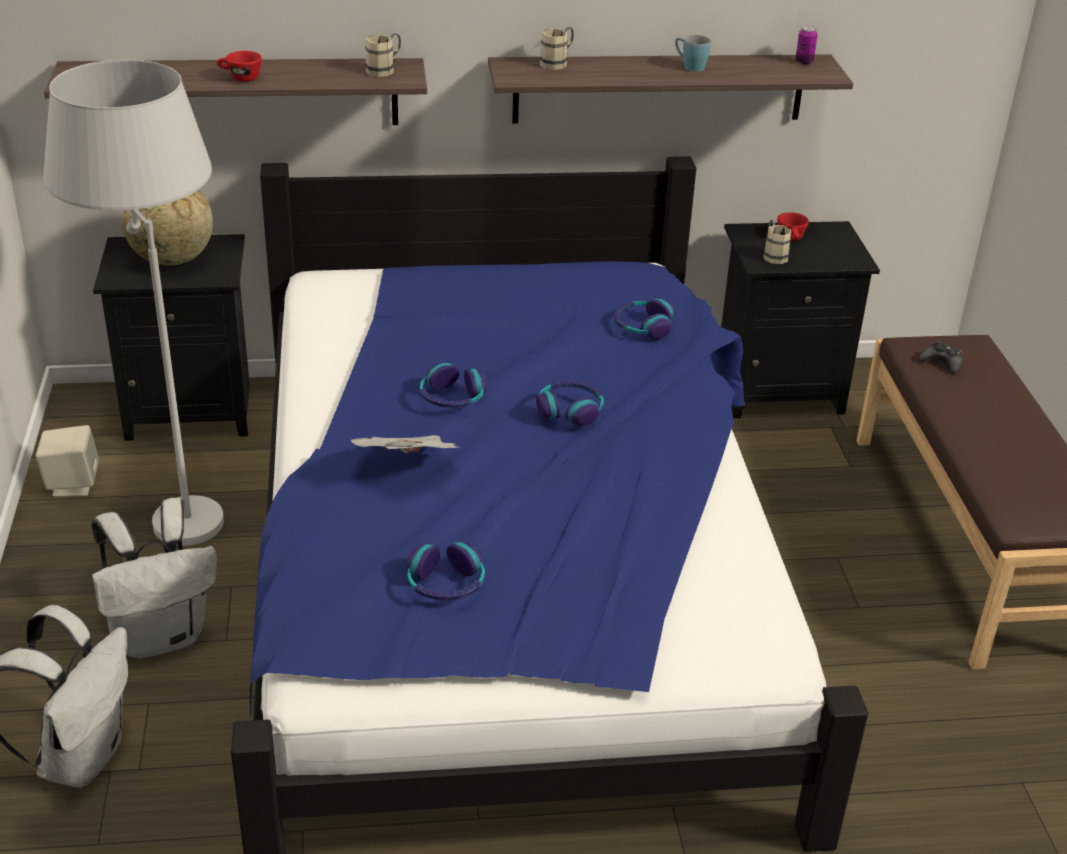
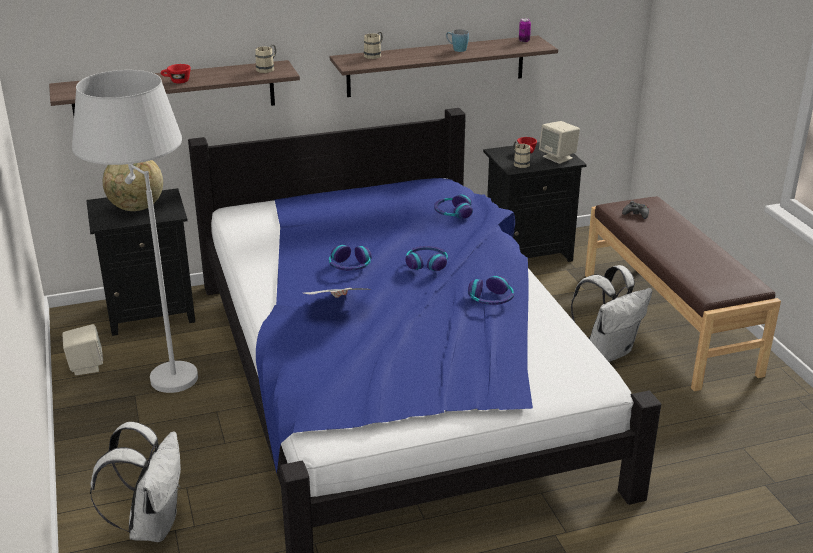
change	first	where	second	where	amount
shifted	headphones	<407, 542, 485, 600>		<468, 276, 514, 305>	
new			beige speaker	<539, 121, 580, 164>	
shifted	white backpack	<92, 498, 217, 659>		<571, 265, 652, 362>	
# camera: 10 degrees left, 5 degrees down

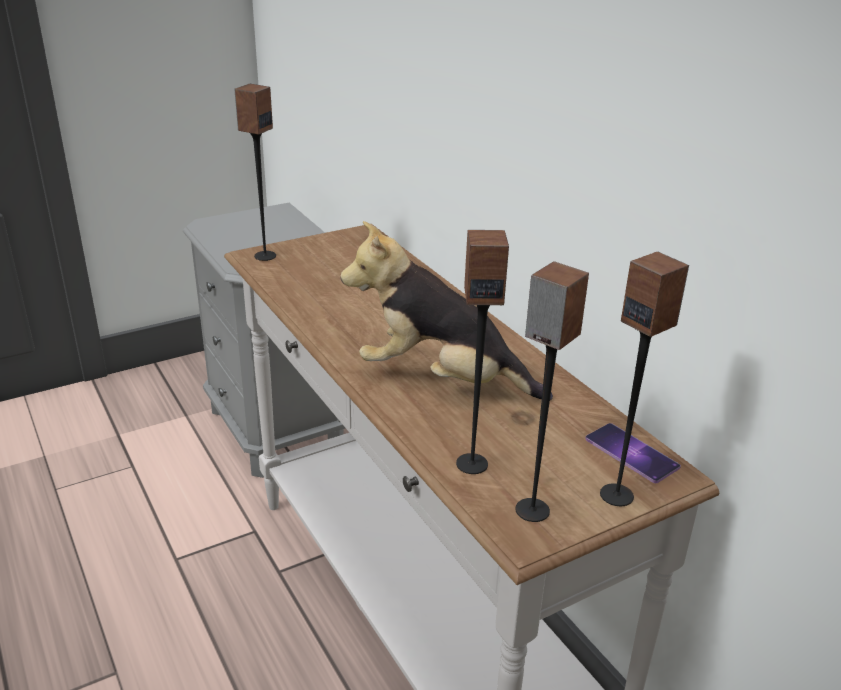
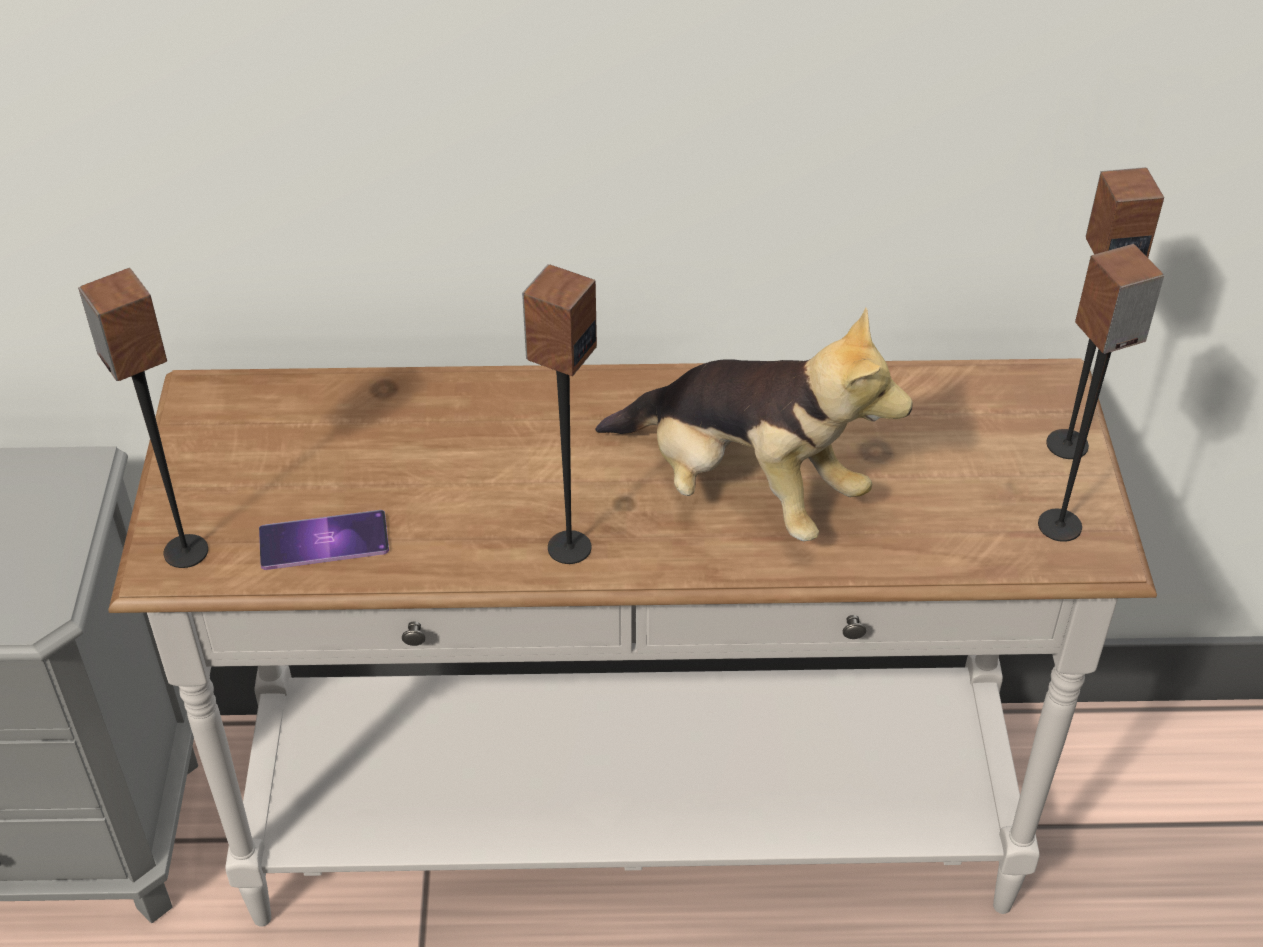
change	first	where	second	where	amount
shifted	phone	<585, 423, 681, 483>		<259, 510, 389, 570>	
shifted	speaker	<456, 230, 509, 474>		<522, 264, 597, 564>	
rotated	plush toy	<340, 221, 553, 400>		<595, 307, 913, 541>	105 degrees counterclockwise
# camera: 60 degrees left, 15 degrees up

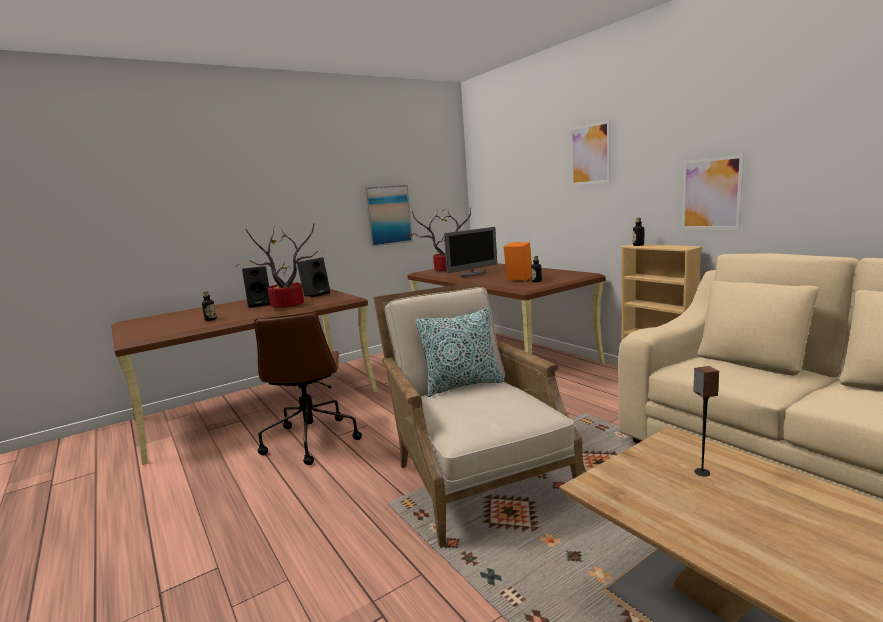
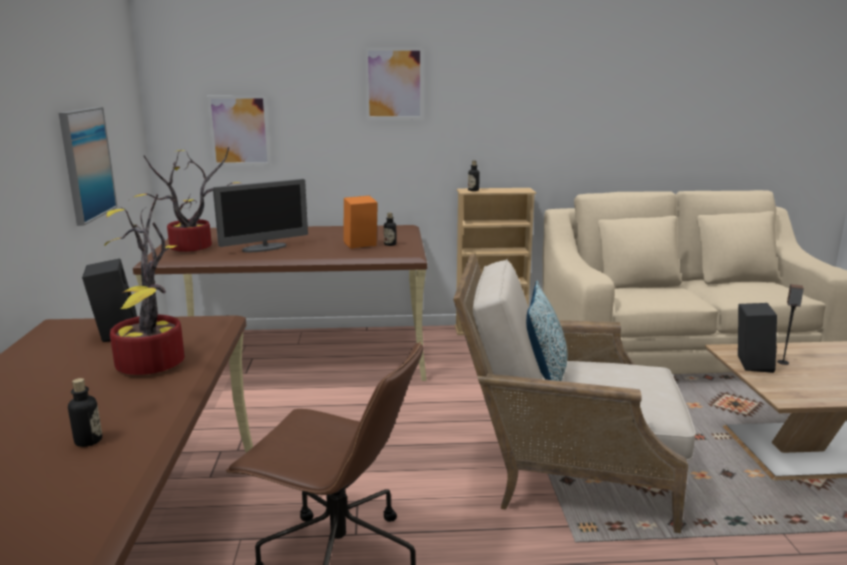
change	first	where	second	where	amount
shifted	picture	<681, 154, 744, 230>		<207, 95, 271, 166>	
rotated	monitor	<444, 227, 497, 277>		<213, 179, 308, 252>	60 degrees clockwise
shifted	black speaker	<242, 266, 270, 308>		<738, 303, 777, 373>	
# camera: 60 degrees left, 5 degrees up

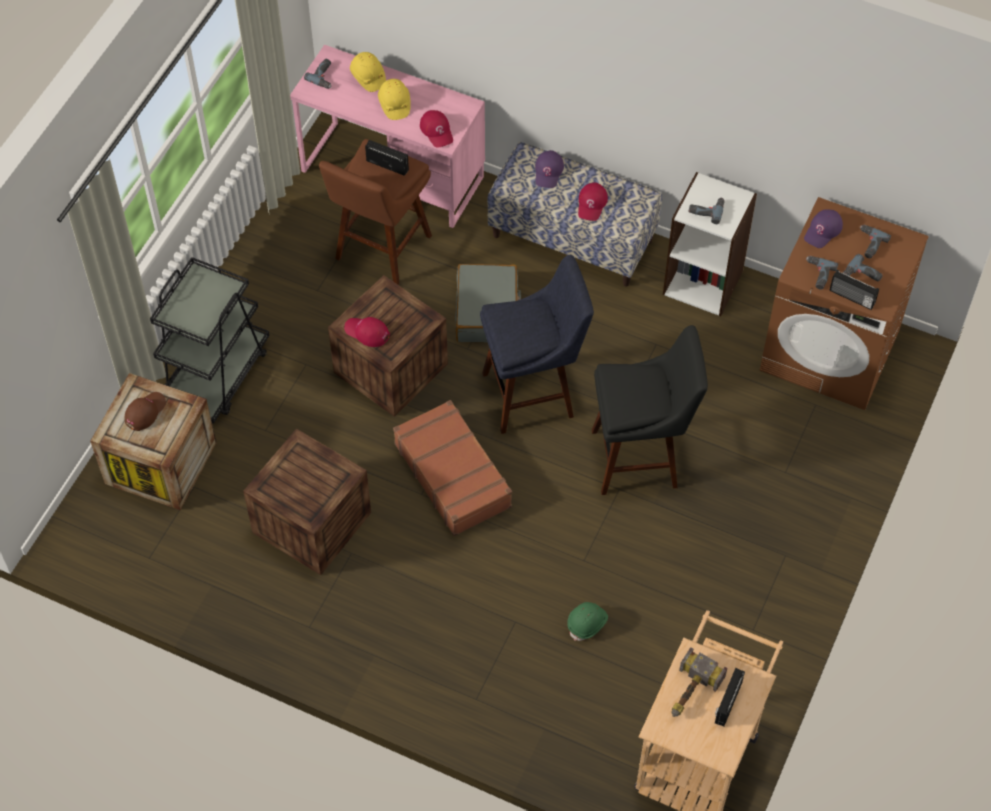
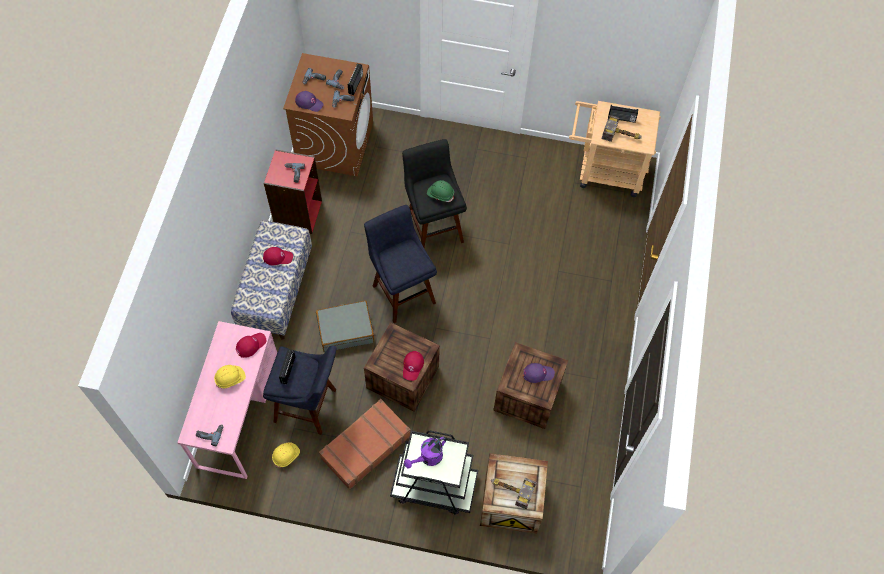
change	first	where	second	where	amount
repainted	brown stool	<319, 139, 432, 284>	blue stool	<263, 346, 336, 435>	
repainted	white bookcase	<663, 172, 757, 316>	red bookcase	<264, 149, 322, 234>	
shifted	yellow hard hat	<350, 52, 386, 92>		<272, 442, 300, 468>	
shifted	brown suitcase	<393, 400, 512, 536>		<319, 399, 410, 490>	
new			purple watering can	<404, 437, 446, 469>	
shifted	green hard hat	<567, 602, 608, 641>		<427, 180, 454, 202>	
swapped	brown cap	<125, 392, 166, 431>	hammer	<491, 478, 536, 510>	
shifted	purple cap	<535, 150, 564, 188>		<523, 363, 555, 383>	
# camera: 105 degrees left, 5 degrees up

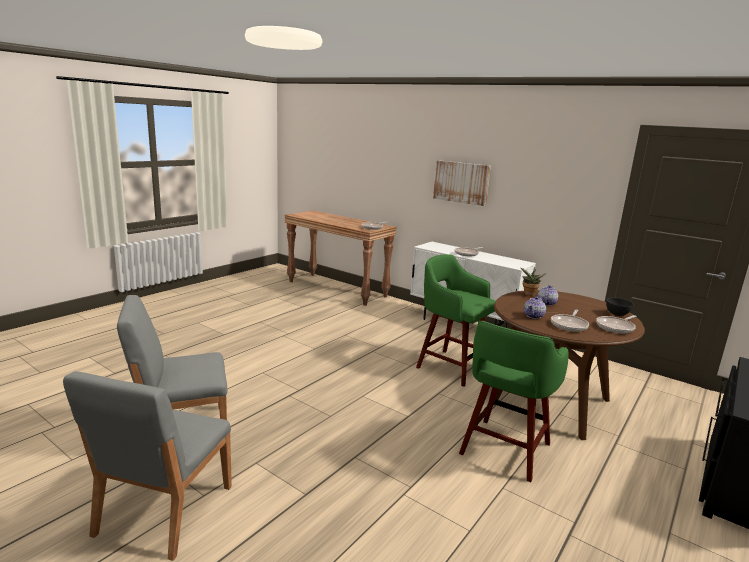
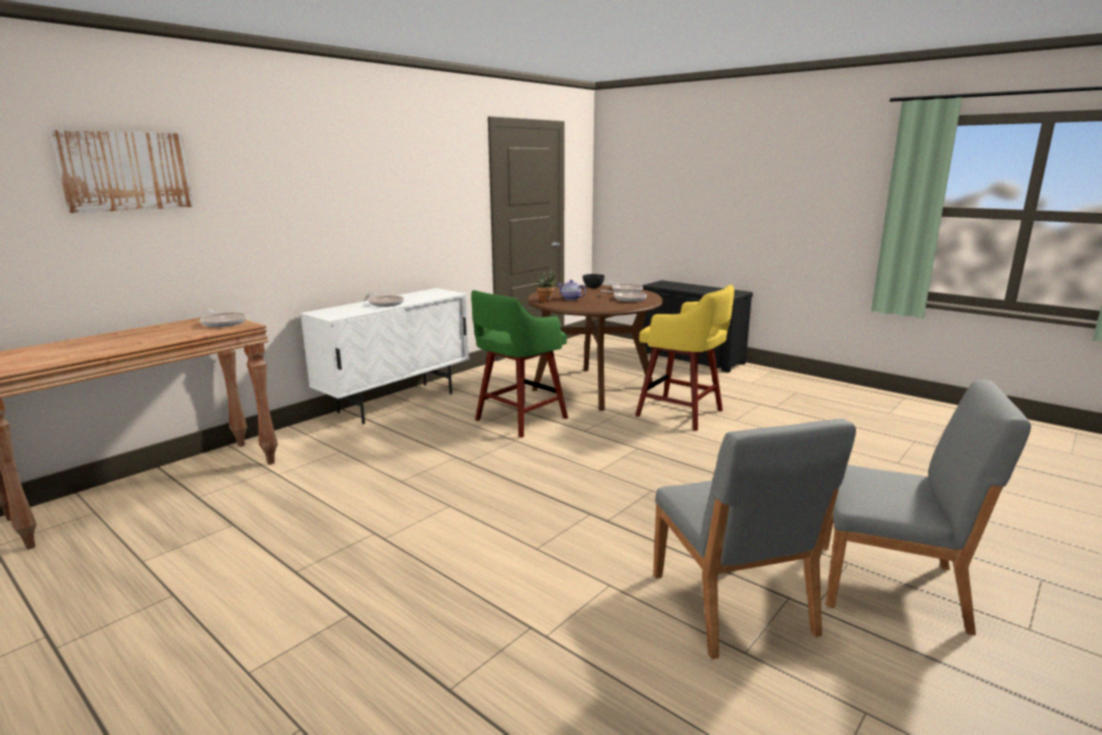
change	first	where	second	where	amount
shifted	picture	<433, 160, 491, 206>		<50, 130, 194, 213>	
repainted	green stool	<459, 321, 569, 482>	yellow stool	<635, 285, 734, 431>	
gone	teapot	<524, 296, 546, 319>			
# camera: 85 degrees left, 0 degrees up

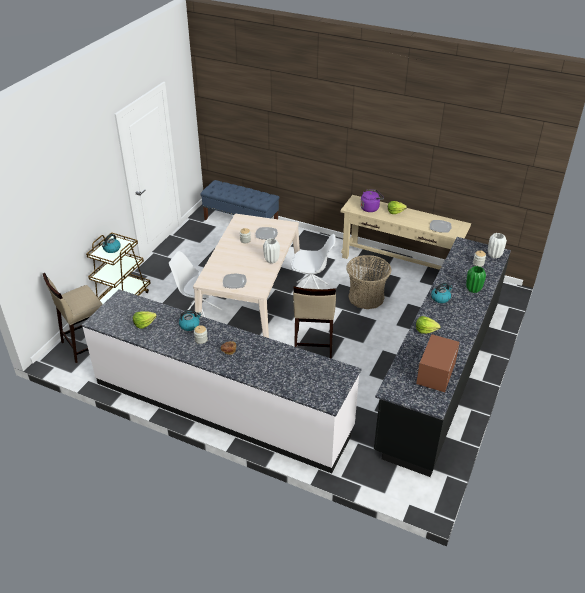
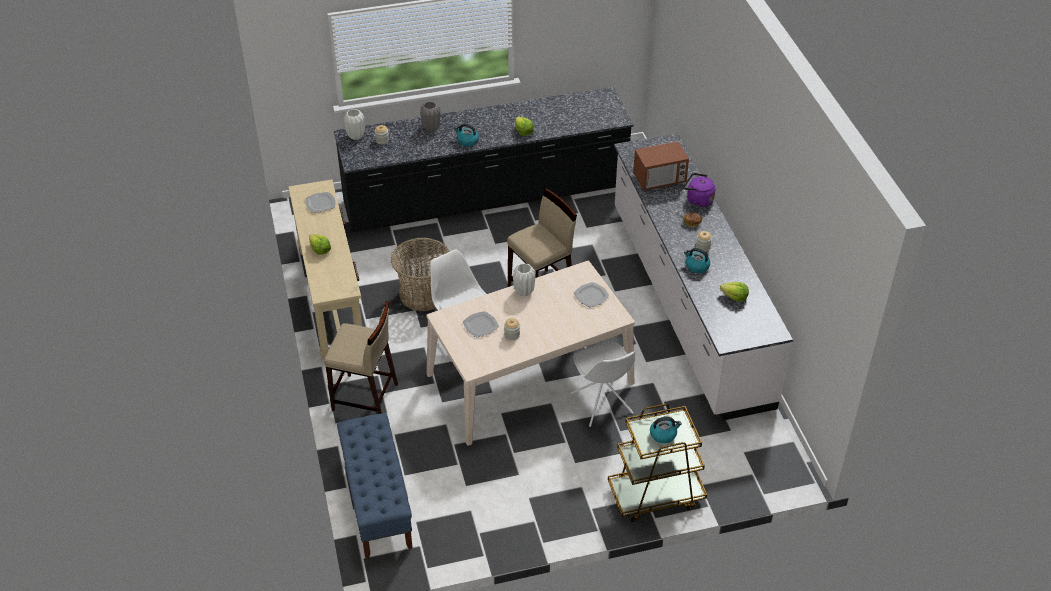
change	first	where	second	where	amount
shifted	beige stool	<43, 273, 103, 363>		<324, 301, 398, 414>	
repainted	green vase	<466, 266, 486, 293>	grey vase	<420, 101, 440, 132>	
shifted	microwave	<416, 334, 460, 392>		<633, 141, 689, 191>	
shifted	purple kettle	<360, 189, 384, 212>		<684, 173, 715, 207>	
# camera: 130 degrees left, 5 degrees up

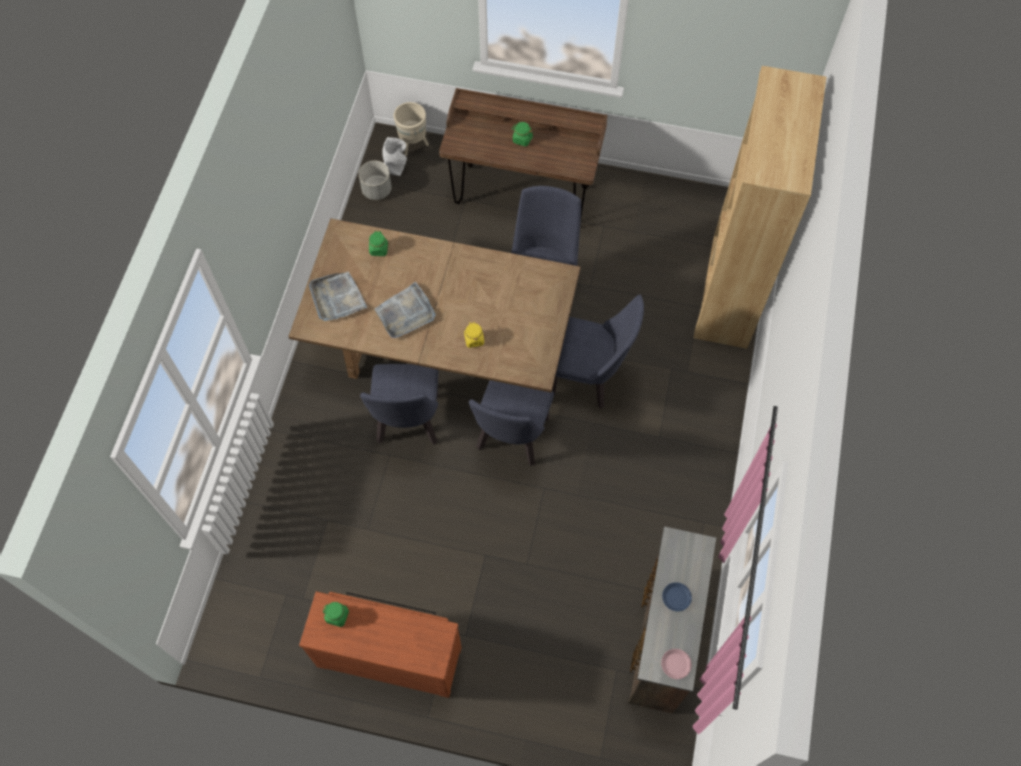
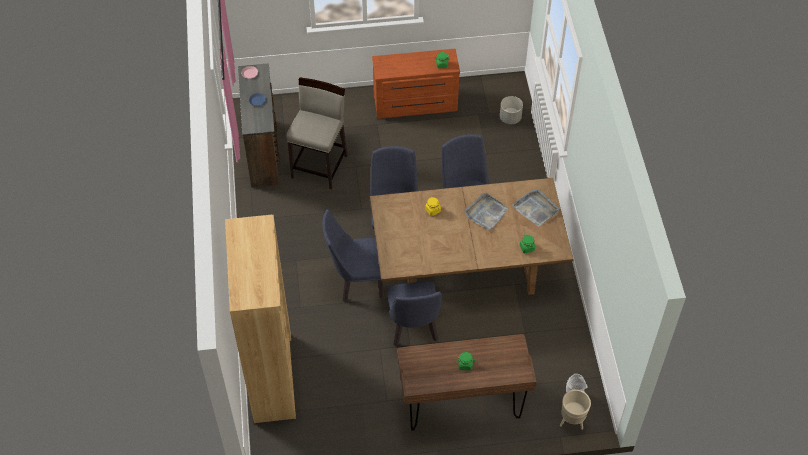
change	first	where	second	where	amount
new			beige stool	<286, 78, 348, 189>	
shifted	grey planter	<359, 161, 392, 200>		<500, 96, 523, 124>	
# camera: 160 degrees right, 10 degrees down

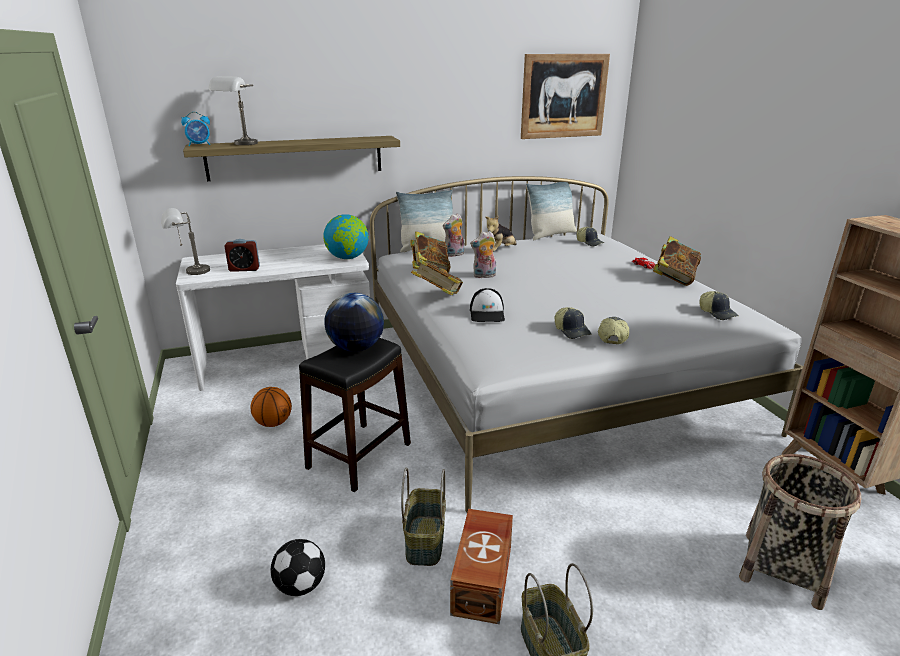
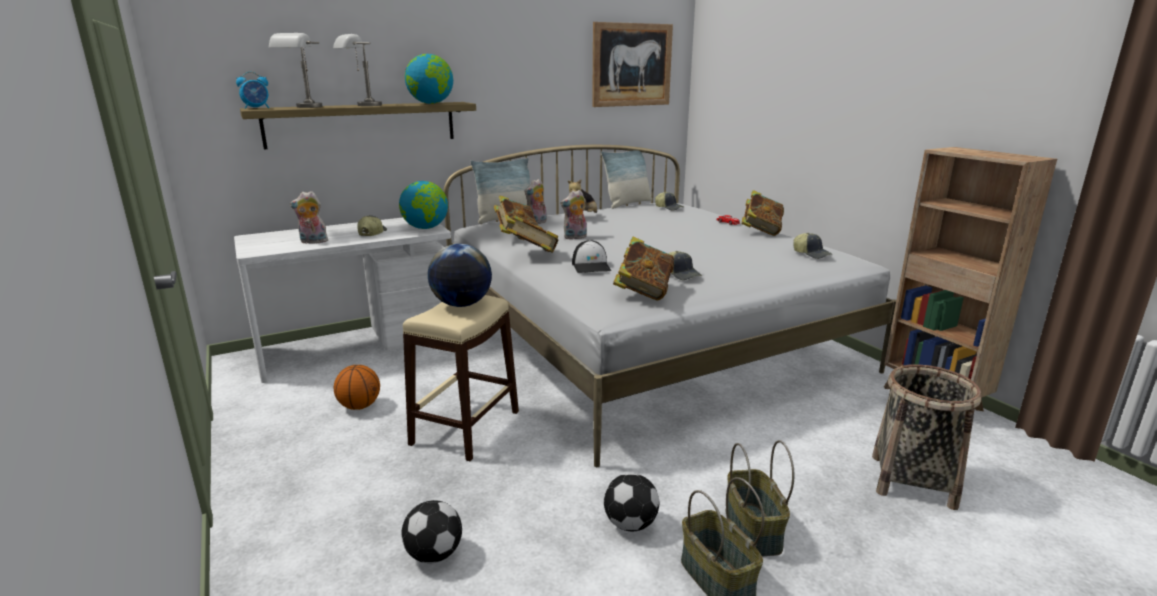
change	first	where	second	where	amount
swapped	alarm clock	<224, 239, 260, 272>	plush toy	<290, 191, 328, 244>	
shifted	grey table lamp	<161, 208, 210, 275>		<333, 34, 382, 106>	
shifted	cap	<598, 317, 629, 344>		<357, 215, 387, 236>	
repainted	black stool	<299, 338, 411, 492>	beige stool	<403, 295, 519, 461>	
new			globe	<405, 54, 453, 104>	
swapped	brown storage box	<450, 509, 513, 624>	football	<604, 473, 659, 531>	
new			book	<613, 236, 674, 301>	
shifted	basket	<401, 468, 446, 566>		<725, 440, 794, 557>	
# camera: 10 degrees left, 5 degrees down

